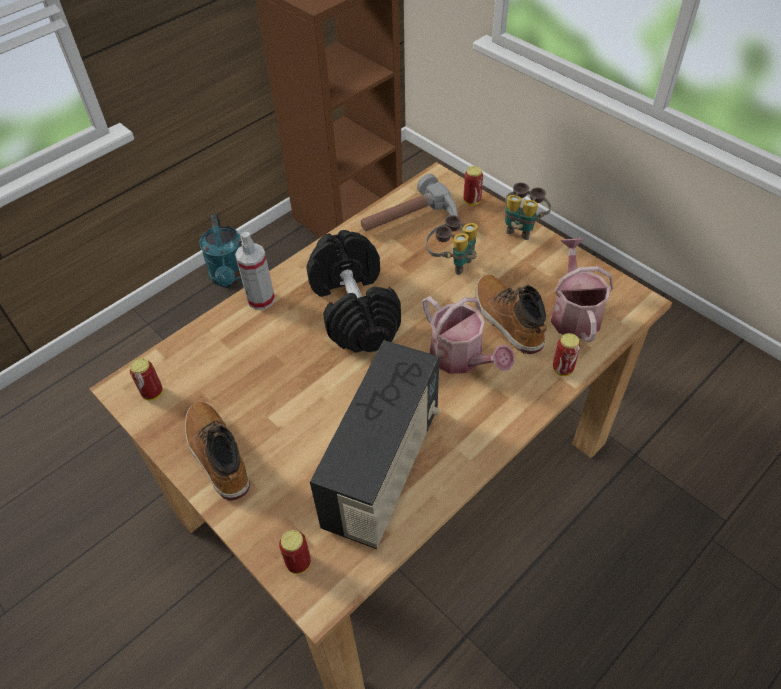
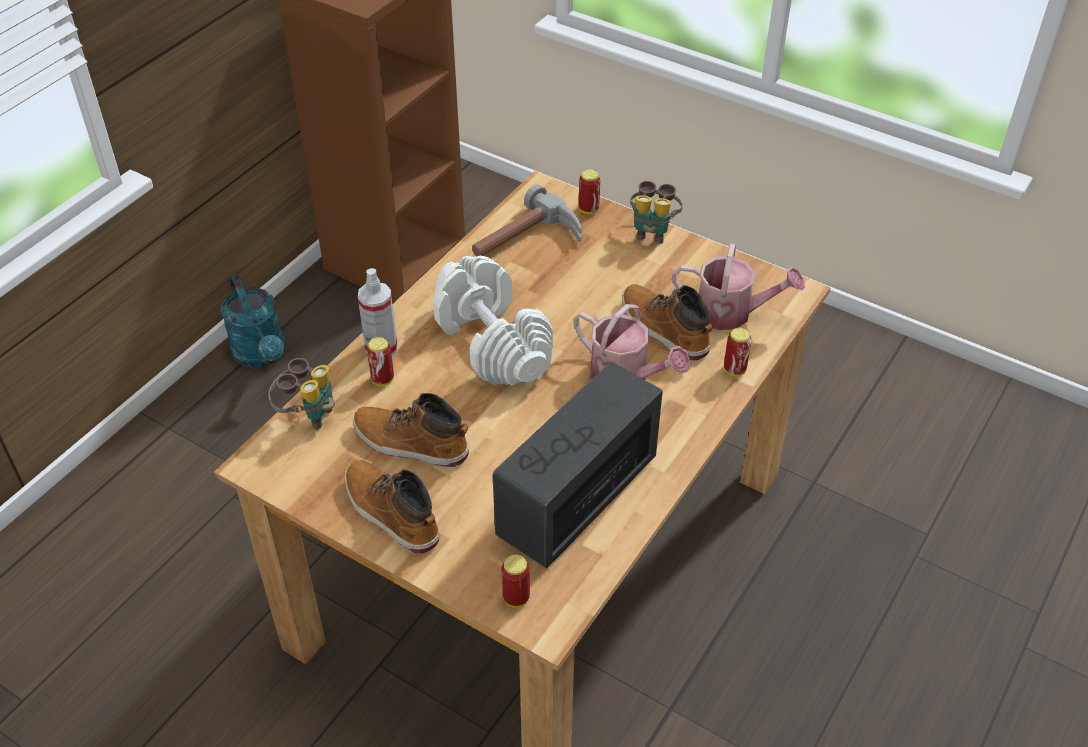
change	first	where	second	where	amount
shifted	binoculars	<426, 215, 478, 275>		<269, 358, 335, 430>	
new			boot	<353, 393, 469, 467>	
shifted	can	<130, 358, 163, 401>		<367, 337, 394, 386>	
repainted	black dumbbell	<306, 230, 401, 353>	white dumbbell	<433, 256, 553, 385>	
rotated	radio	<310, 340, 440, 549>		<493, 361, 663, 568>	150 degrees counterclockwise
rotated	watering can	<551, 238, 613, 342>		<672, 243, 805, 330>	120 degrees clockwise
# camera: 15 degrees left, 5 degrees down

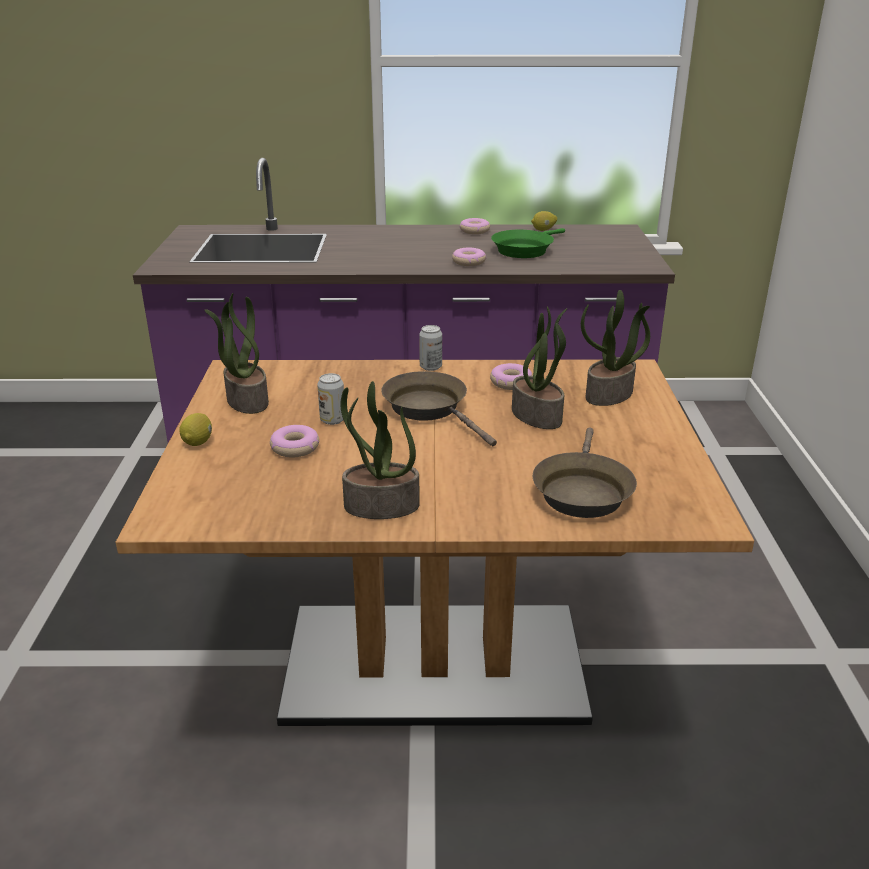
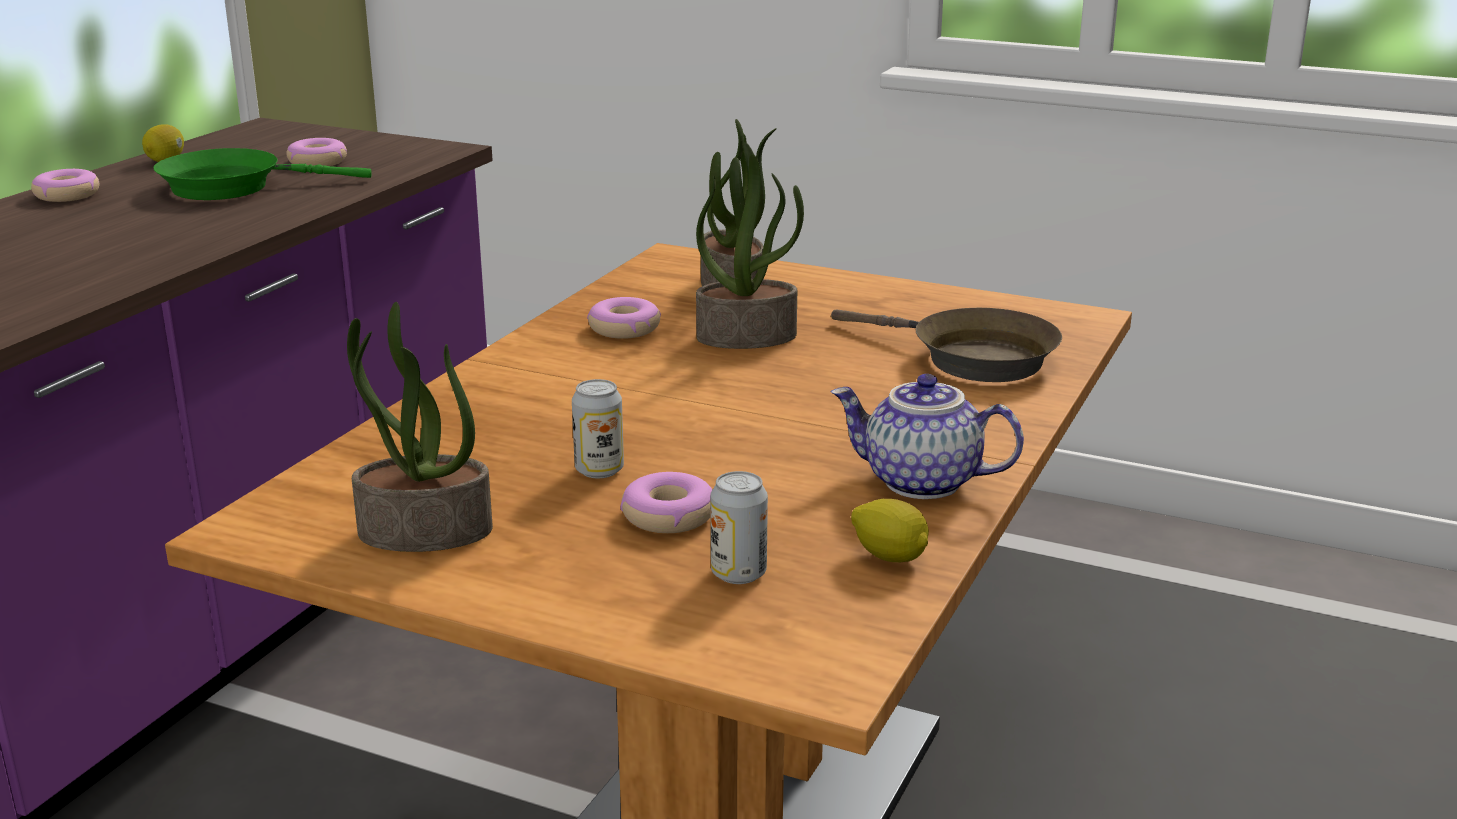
change	first	where	second	where	amount
rotated	green frying pan	<491, 228, 565, 258>		<154, 148, 371, 200>	105 degrees clockwise
shifted	donut	<452, 248, 486, 266>		<286, 138, 347, 166>	
shifted	can	<419, 325, 442, 371>		<710, 471, 768, 584>	
swapped	potted plant	<341, 381, 420, 519>	teapot	<831, 374, 1024, 499>	
shifted	lemon	<179, 413, 212, 446>		<851, 499, 929, 562>	
gone	brown frying pan	<381, 371, 497, 447>			
# camera: 65 degrees left, 5 degrees down

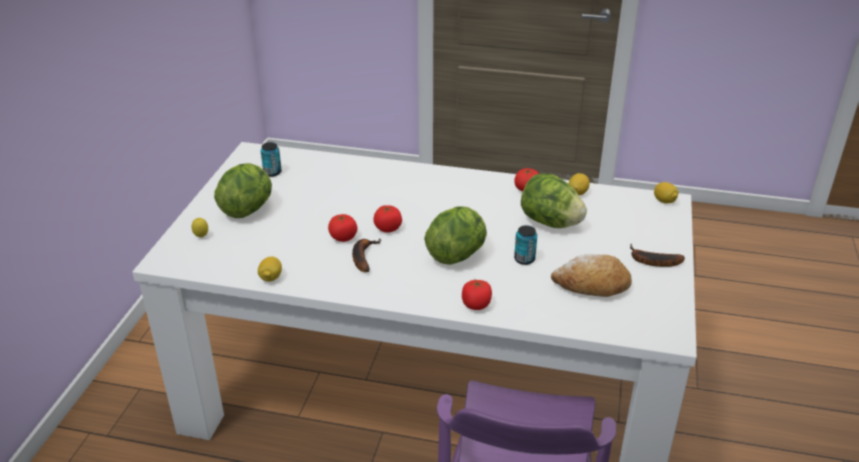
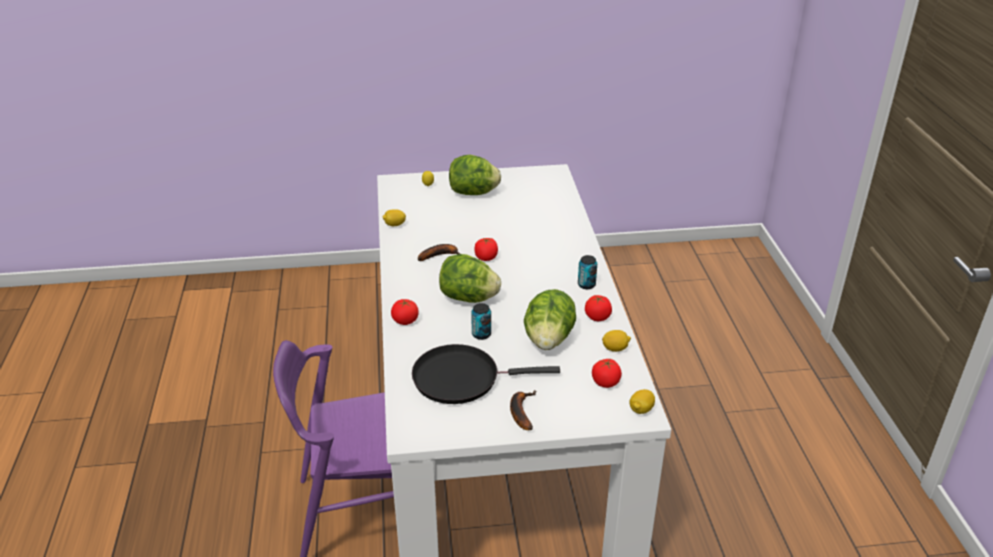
change	first	where	second	where	amount
swapped	bread	<551, 254, 632, 297>	black frying pan	<412, 344, 560, 404>	
shifted	can	<261, 142, 282, 177>		<578, 255, 597, 289>	
shifted	tomato	<328, 214, 357, 242>		<592, 359, 622, 388>	
# camera: 70 degrees right, 0 degrees up

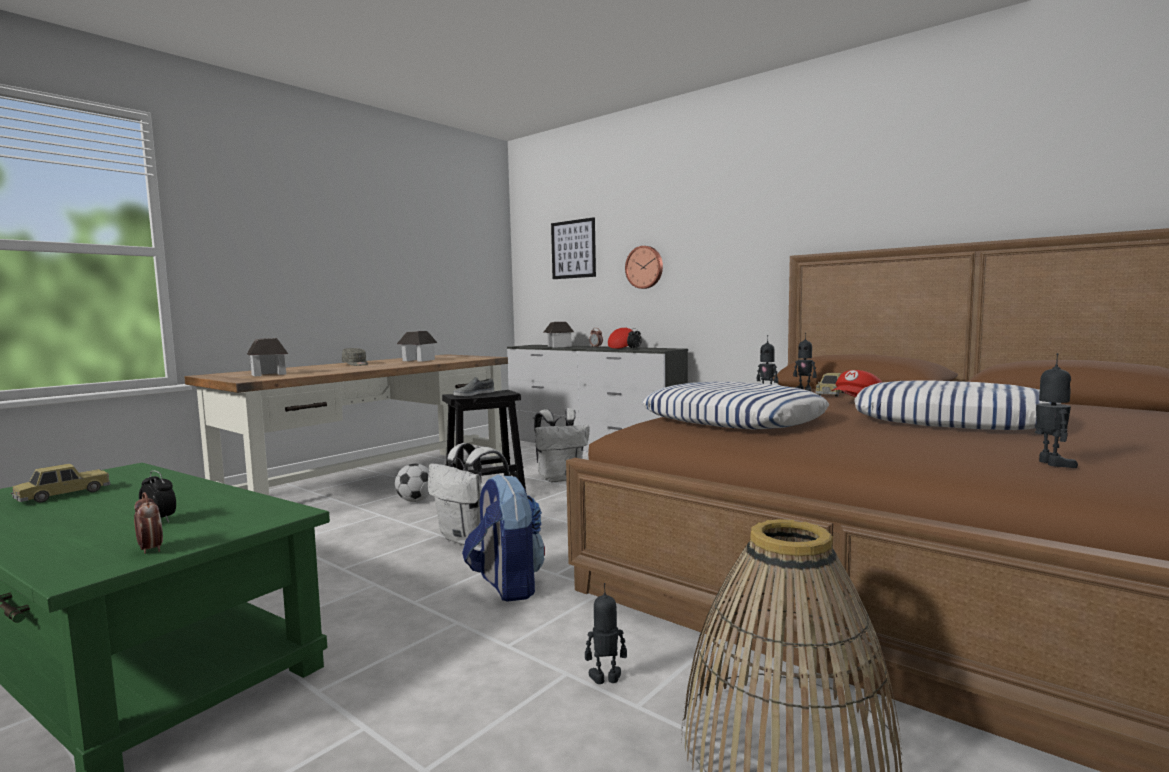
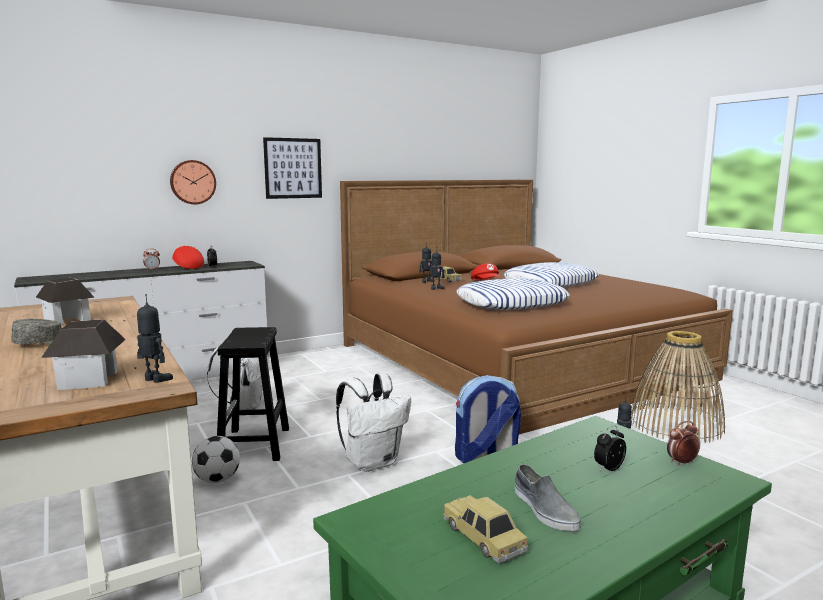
change	first	where	second	where	amount
shifted	toy robot	<1035, 353, 1078, 468>		<137, 294, 173, 383>	
shifted	picture	<551, 217, 596, 279>		<263, 137, 322, 199>	
shifted	grey shoe	<453, 377, 494, 396>		<515, 464, 581, 531>	
gone	toy house	<544, 322, 574, 348>			
# camera: 70 degrees left, 5 degrees up

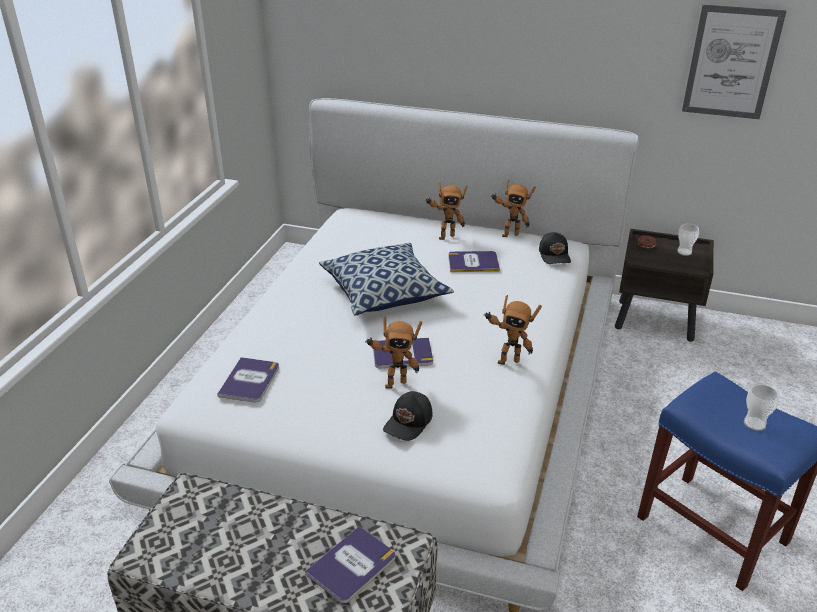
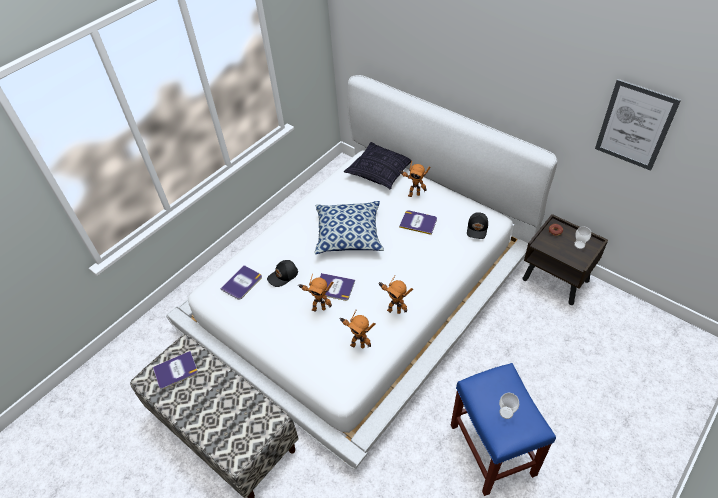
change	first	where	second	where	amount
shifted	book	<305, 526, 395, 603>		<153, 351, 198, 389>	
shifted	black cap	<383, 391, 433, 441>		<267, 260, 298, 287>	
shifted	toy robot	<491, 180, 536, 237>		<339, 310, 376, 348>	
new			pillow	<344, 142, 412, 189>	
# camera: 25 degrees right, 15 degrees up

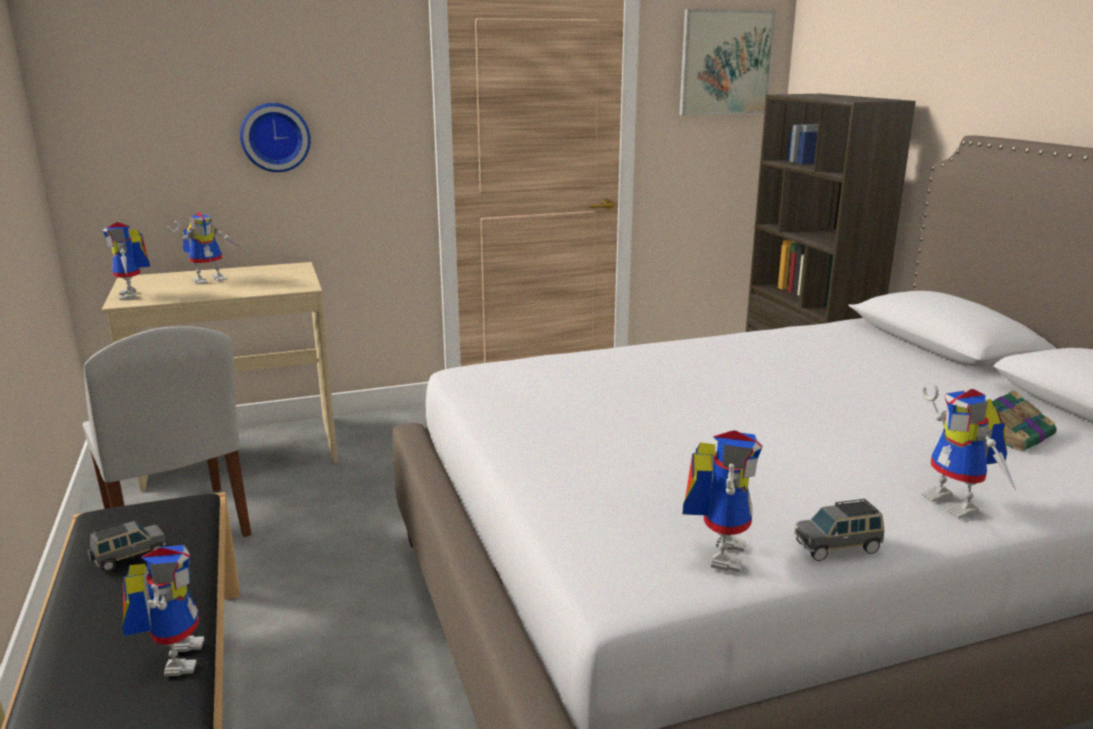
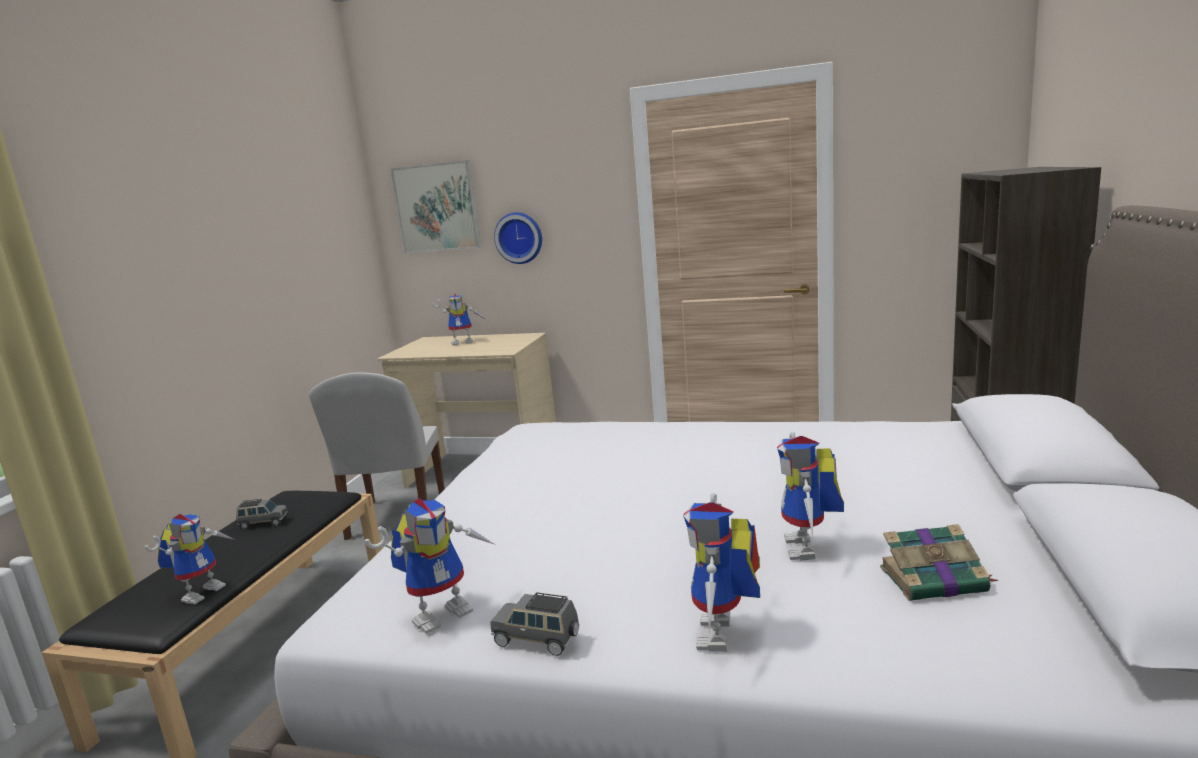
change	first	where	second	where	amount
shifted	picture	<679, 9, 776, 115>		<390, 160, 481, 253>	
shifted	toy robot	<103, 222, 150, 300>		<777, 432, 844, 560>	
# camera: 35 degrees right, 5 degrees down

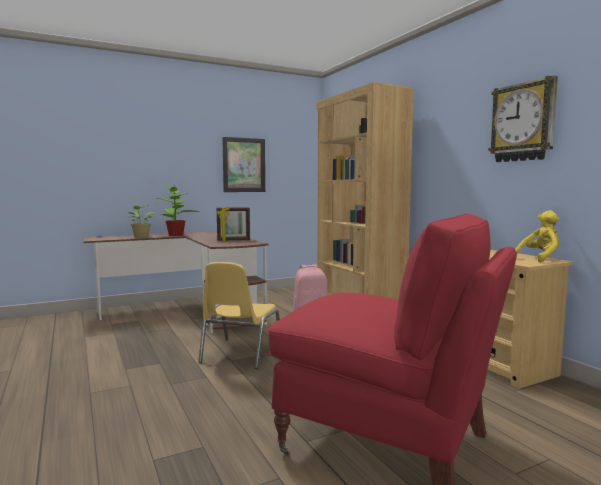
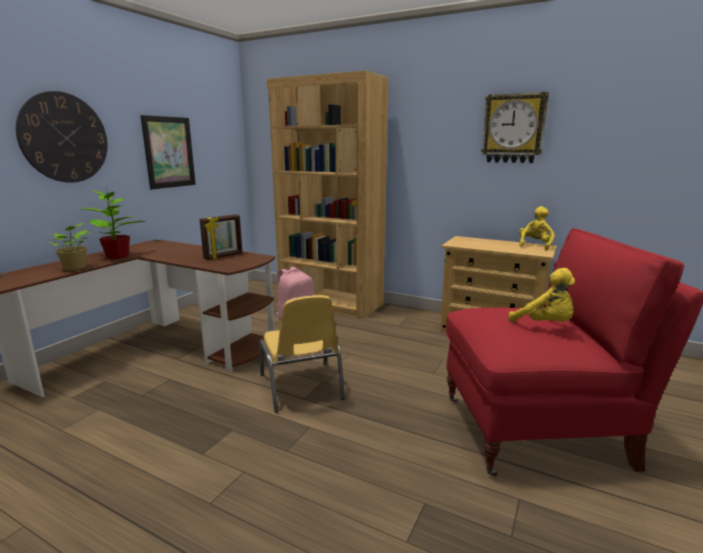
change	first	where	second	where	amount
new			wall clock	<16, 91, 108, 183>	
new			yellow plush toy	<508, 268, 575, 323>	
# camera: 35 degrees left, 10 degrees up

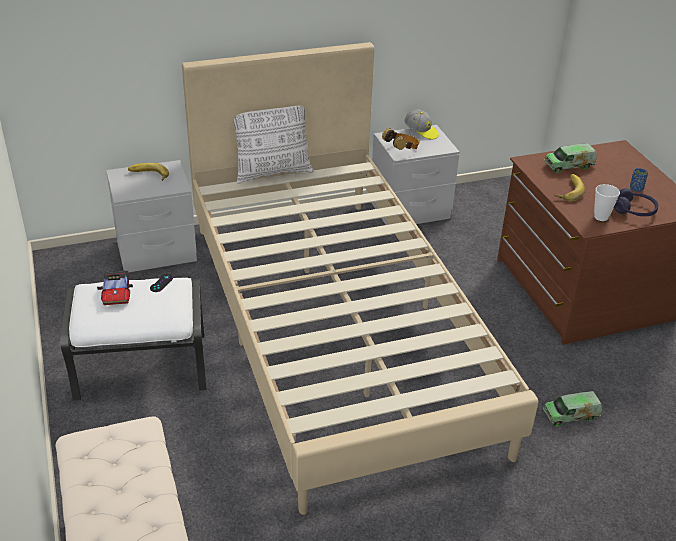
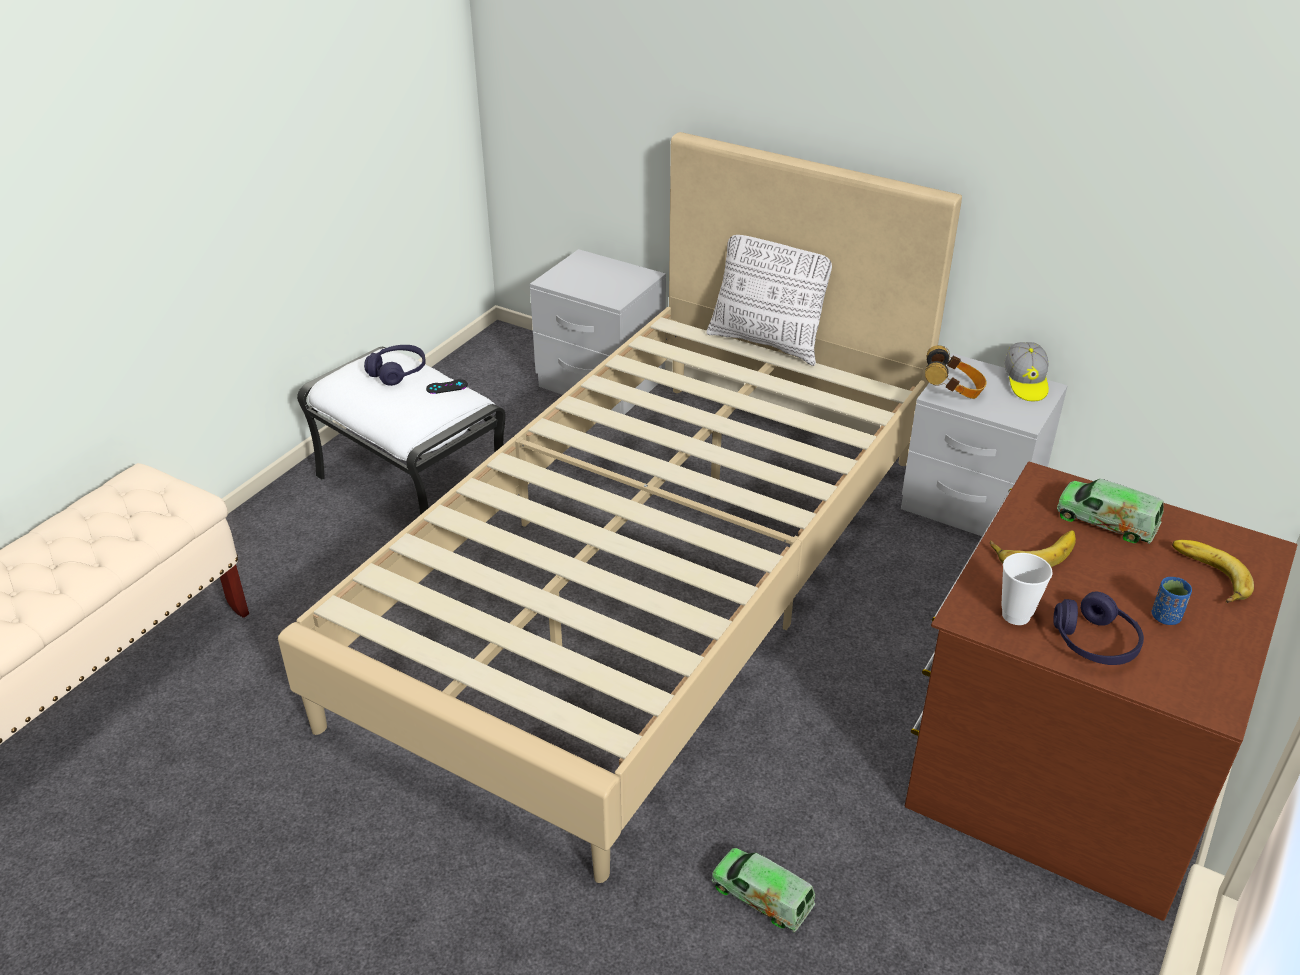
change	first	where	second	where	amount
swapped	toy car	<97, 271, 133, 305>	purple headphones	<364, 345, 426, 386>	
shifted	banana	<128, 163, 169, 181>		<1172, 540, 1254, 603>	
# camera: 50 degrees right, 0 degrees up

